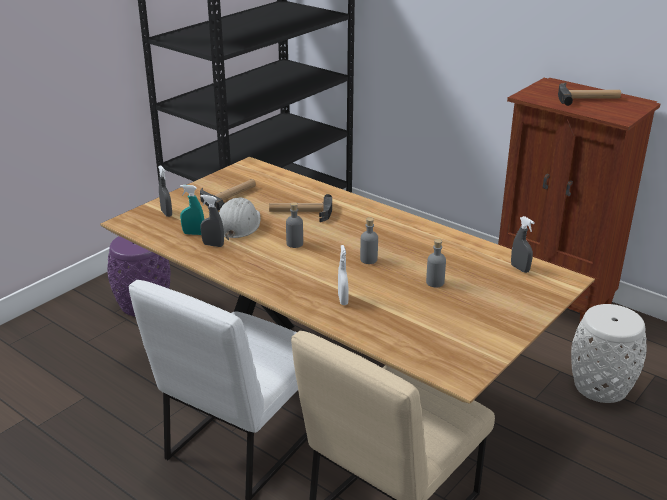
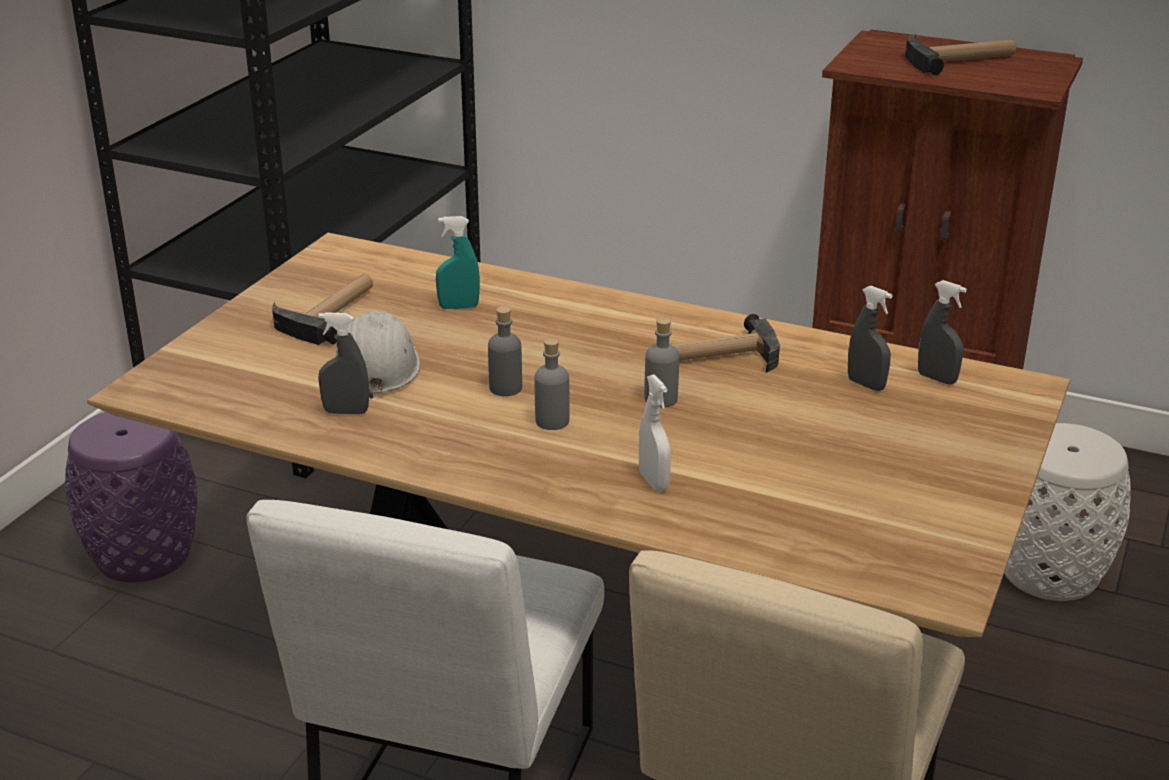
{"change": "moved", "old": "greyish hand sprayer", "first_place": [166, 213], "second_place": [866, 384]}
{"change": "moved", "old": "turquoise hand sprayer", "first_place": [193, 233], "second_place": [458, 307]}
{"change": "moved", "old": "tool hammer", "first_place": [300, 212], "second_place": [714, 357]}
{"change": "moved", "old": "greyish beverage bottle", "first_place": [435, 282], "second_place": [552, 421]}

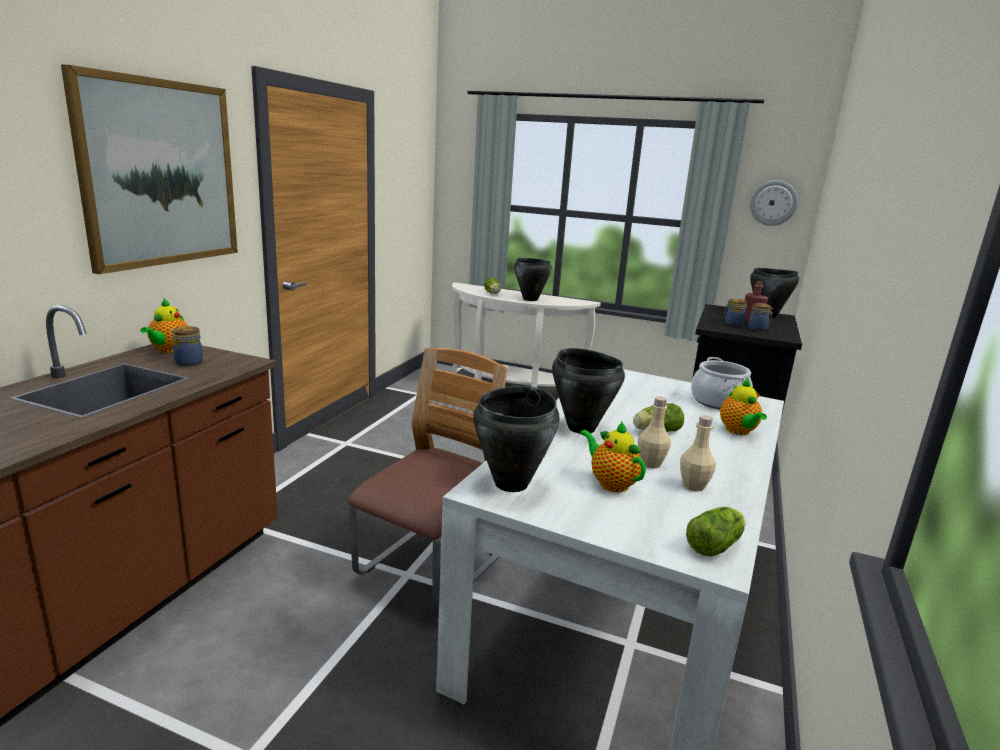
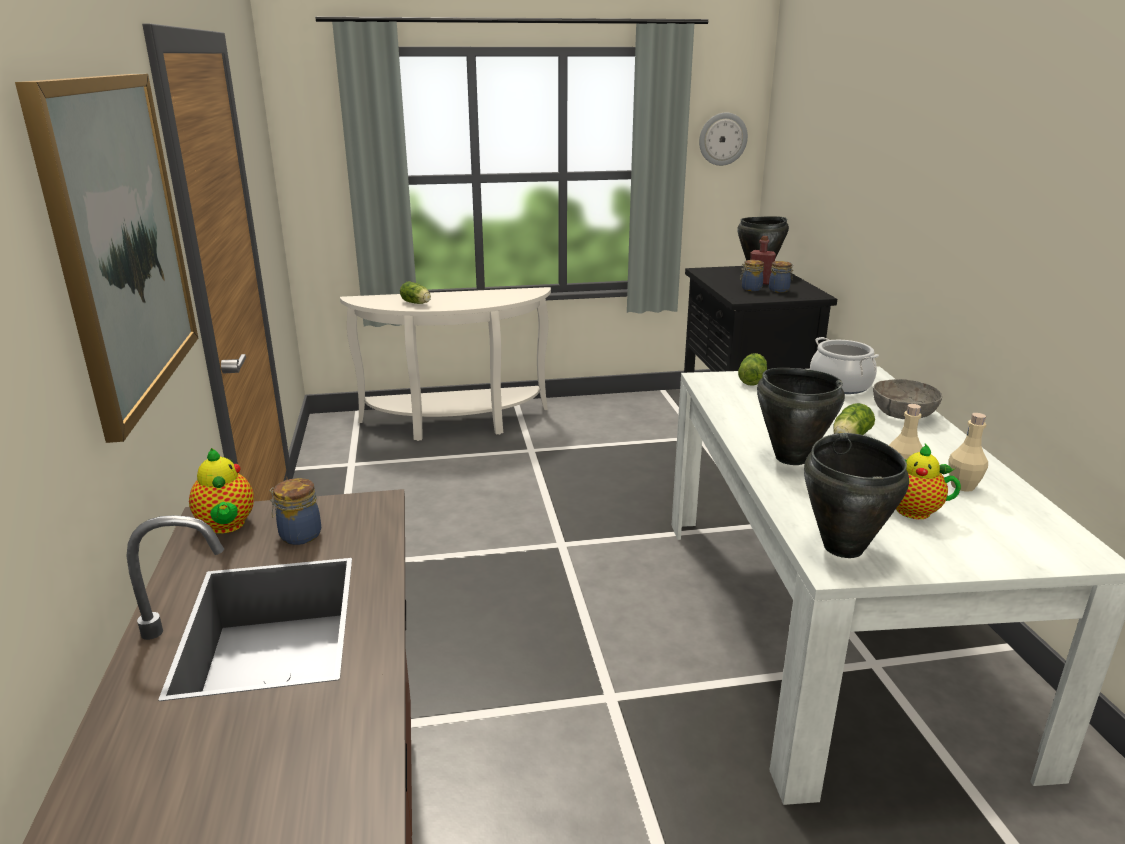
{"change": "removed", "old": "chair", "first_place": [429, 568]}
{"change": "removed", "old": "black cooking pot", "first_place": [530, 299]}
{"change": "moved", "old": "head of lettuce", "first_place": [716, 545], "second_place": [752, 379]}
{"change": "replaced", "old": "teapot", "new": "greyish deep dish", "first_place": [738, 431], "second_place": [902, 413]}

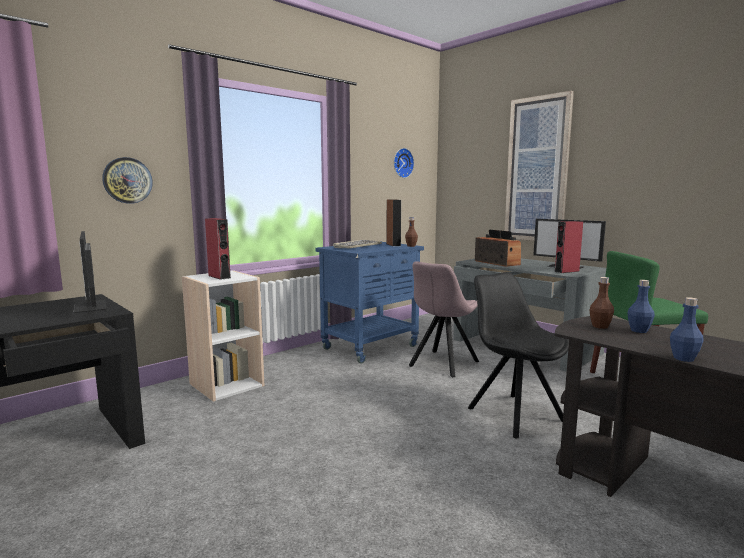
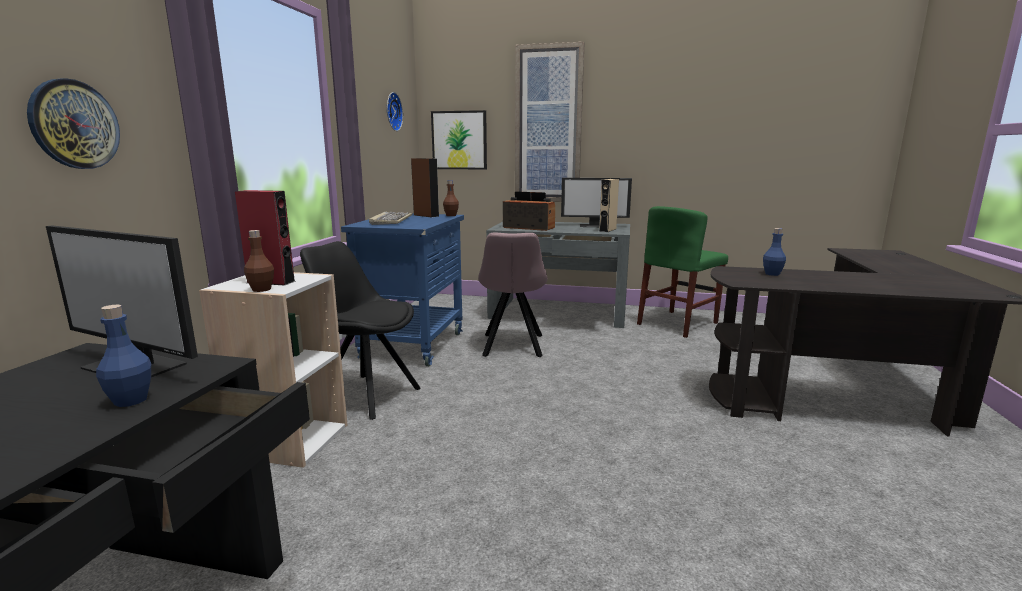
{"change": "moved", "old": "black chair", "first_place": [514, 414], "second_place": [367, 395]}
{"change": "recoloured", "old": "reddish loudspeaker", "new": "sand-coloured loudspeaker", "first_place": [566, 271], "second_place": [607, 230]}
{"change": "moved", "old": "brown beverage bottle", "first_place": [600, 326], "second_place": [261, 289]}
{"change": "moved", "old": "blue beverage bottle", "first_place": [683, 358], "second_place": [131, 400]}
{"change": "added", "new": "picture", "second_place": [459, 140]}

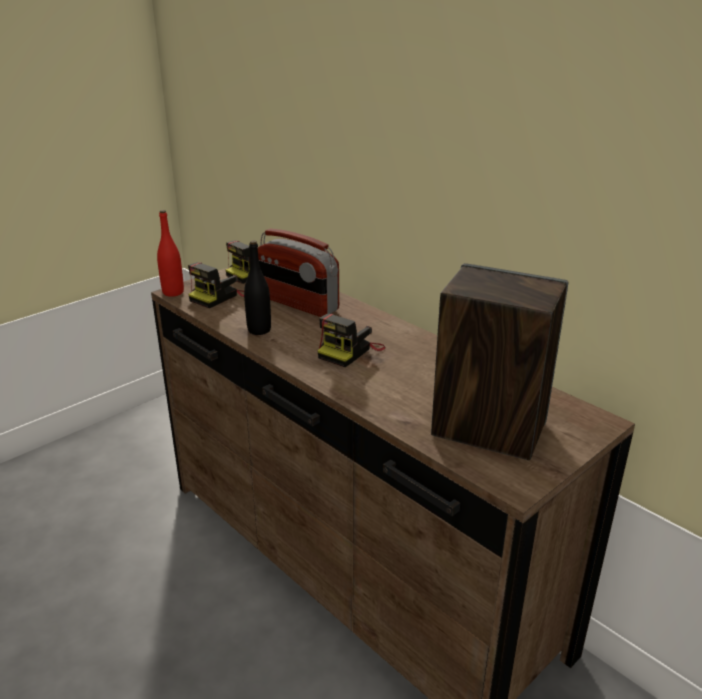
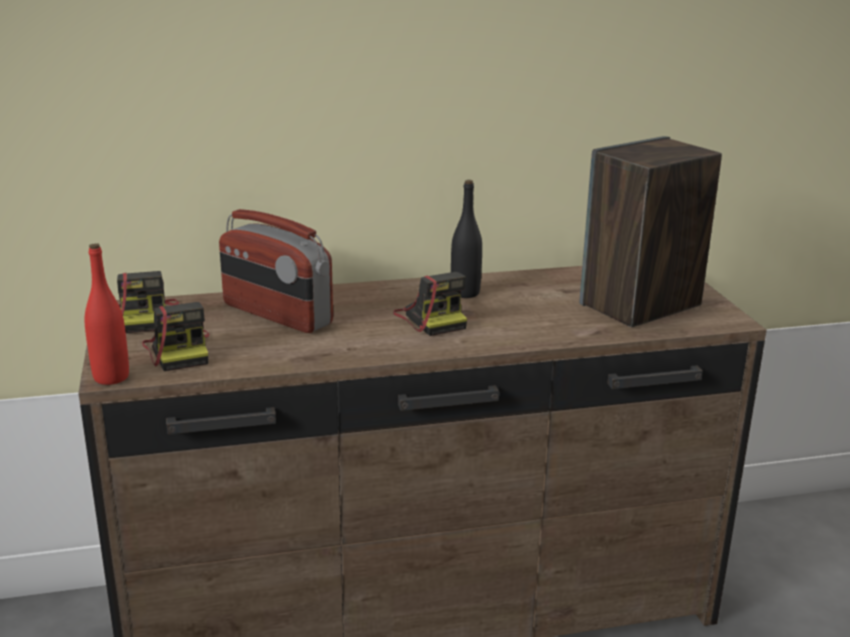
{"change": "moved", "old": "black beverage bottle", "first_place": [259, 330], "second_place": [465, 293]}
{"change": "turned", "old": "radio set", "first_place": [297, 304], "second_place": [276, 315], "degrees": 60}

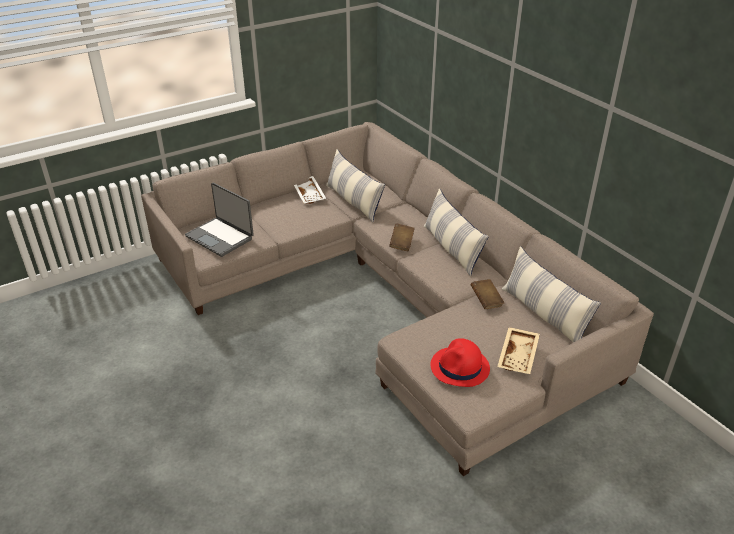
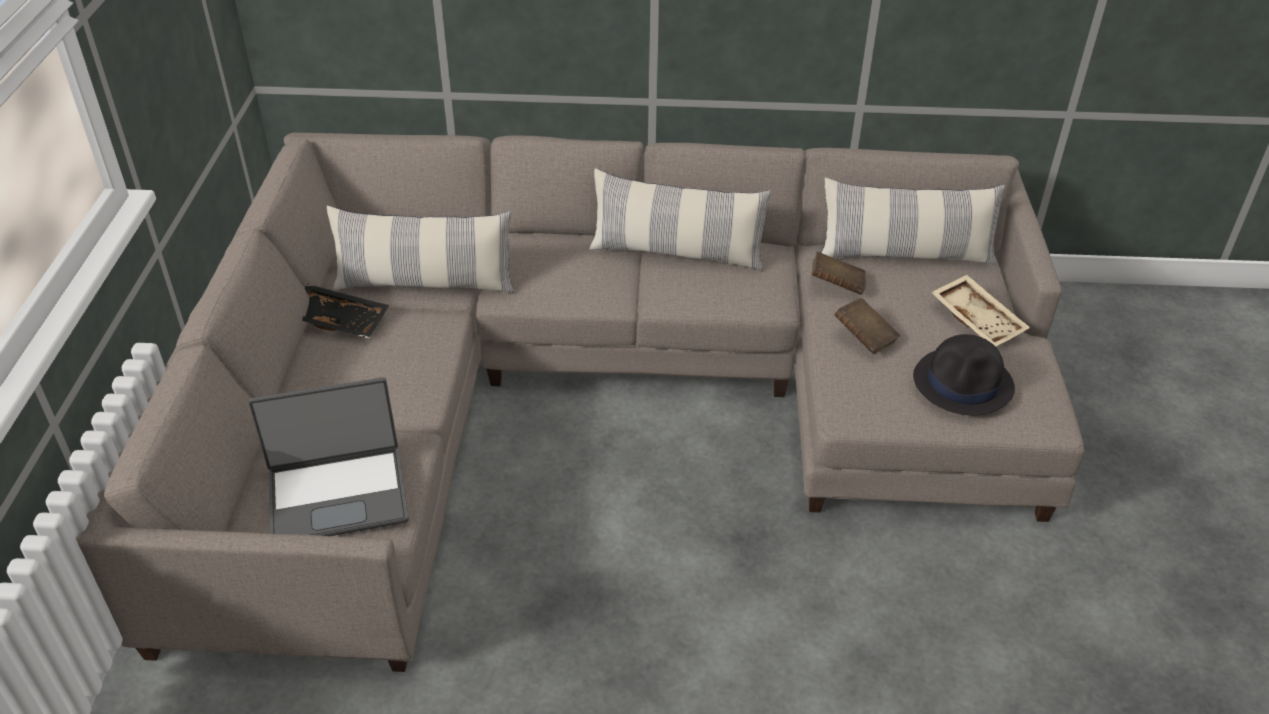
{"change": "recoloured", "old": "white-coloured tray", "new": "black tray", "first_place": [309, 194], "second_place": [340, 319]}
{"change": "moved", "old": "brown bound book", "first_place": [401, 243], "second_place": [864, 338]}
{"change": "recoloured", "old": "reddish wearable hat", "new": "black wearable hat", "first_place": [460, 368], "second_place": [964, 383]}

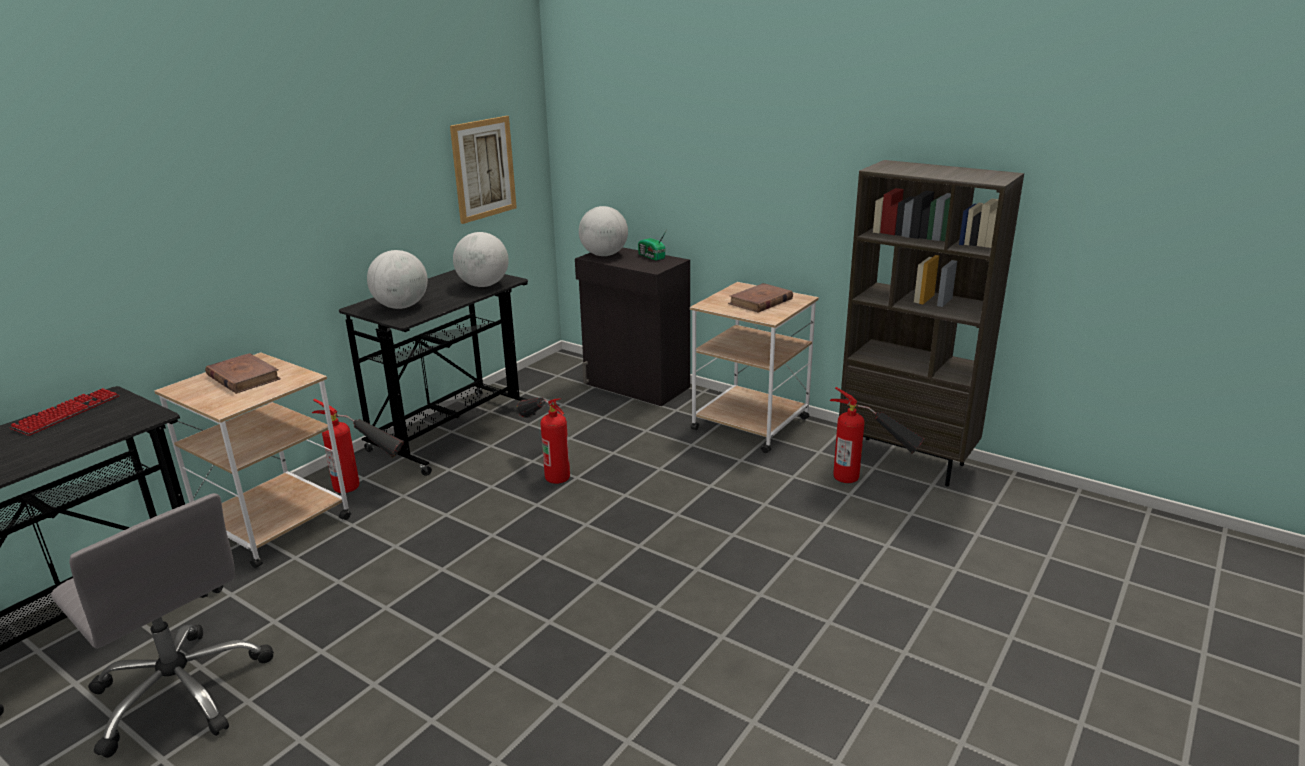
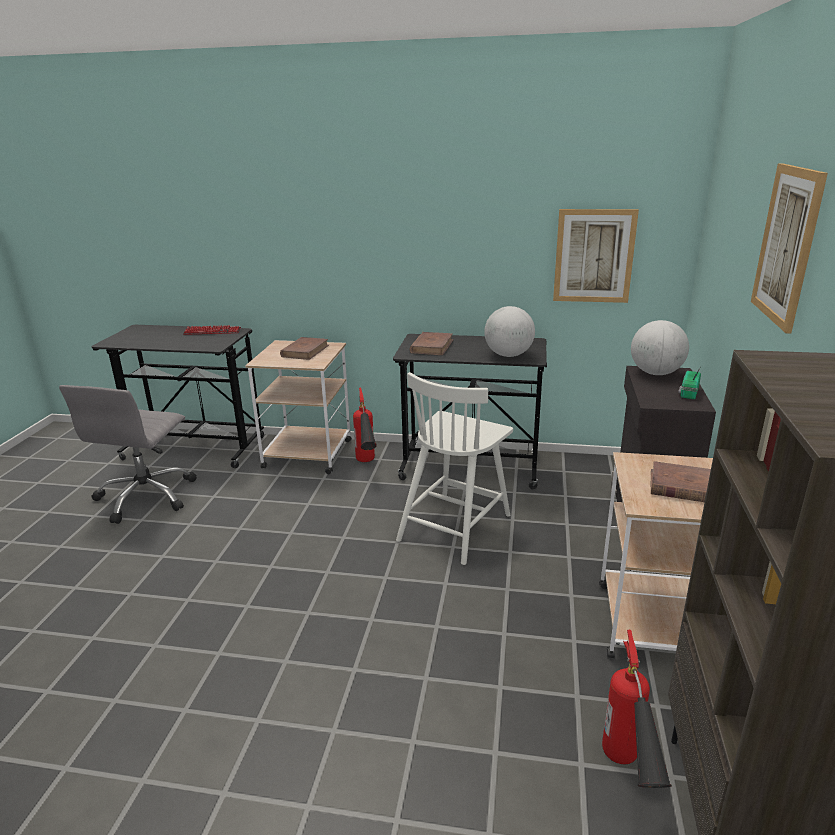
{"change": "replaced", "old": "world globe", "new": "brown bound book", "first_place": [401, 307], "second_place": [432, 346]}
{"change": "replaced", "old": "fire extinguisher", "new": "white-coloured chair", "first_place": [546, 467], "second_place": [455, 526]}
{"change": "added", "new": "picture", "second_place": [787, 245]}

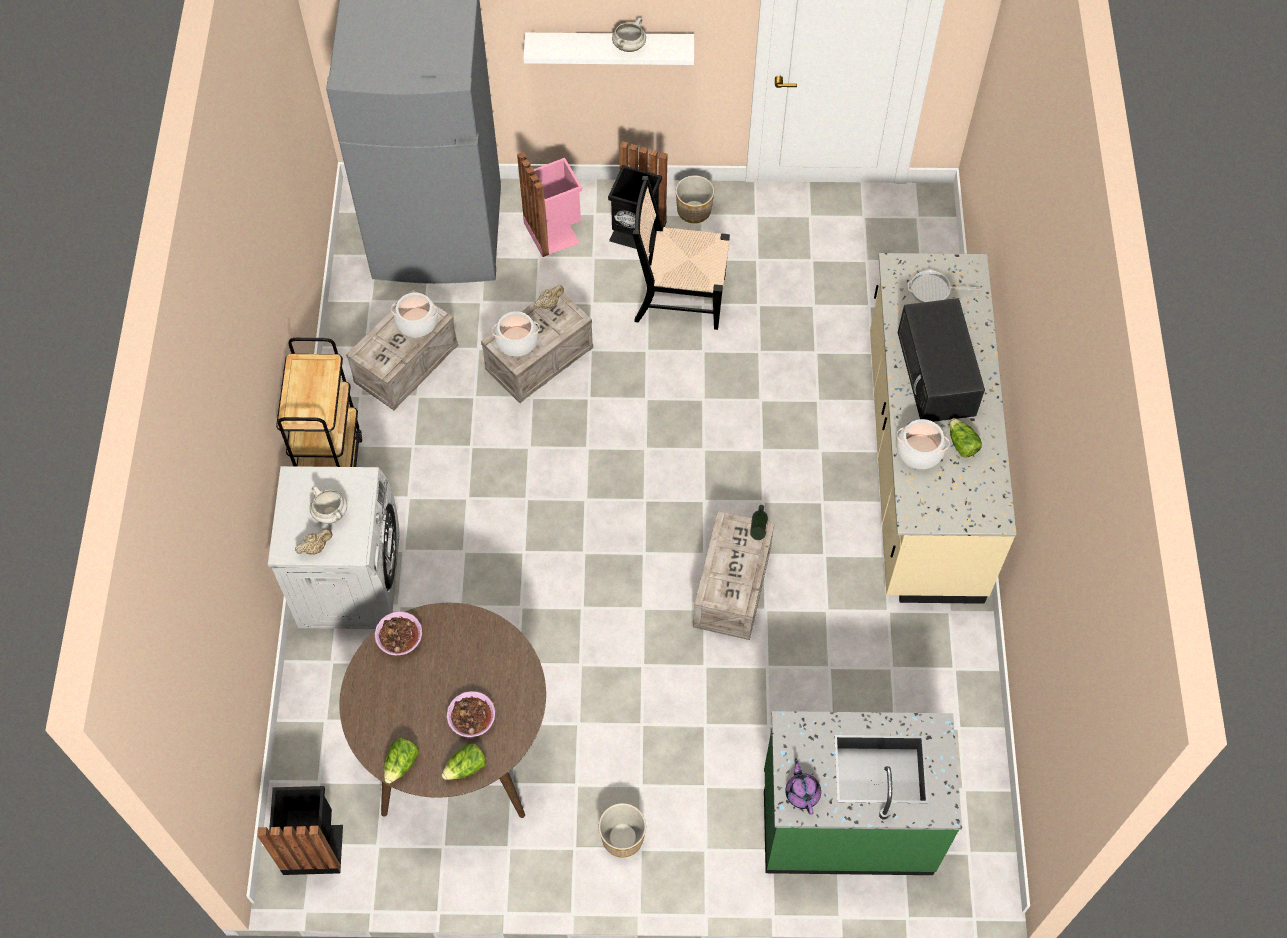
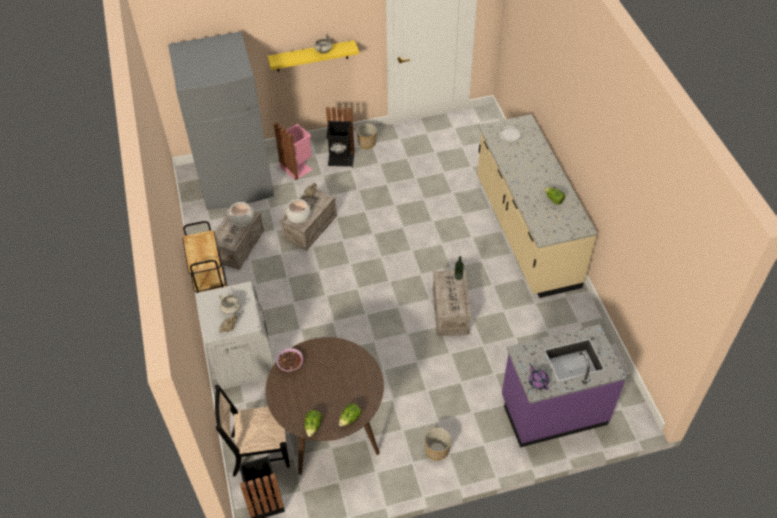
{"change": "removed", "old": "deep dish", "first_place": [471, 718]}
{"change": "recoloured", "old": "white-coloured shelf", "new": "yellow-coloured shelf", "first_place": [609, 47], "second_place": [312, 56]}
{"change": "moved", "old": "chair", "first_place": [679, 298], "second_place": [260, 451]}
{"change": "recoloured", "old": "greenish counter", "new": "purple-coloured counter", "first_place": [846, 821], "second_place": [553, 410]}
{"change": "removed", "old": "cooking pot", "first_place": [919, 451]}
{"change": "removed", "old": "black microwave oven", "first_place": [937, 375]}

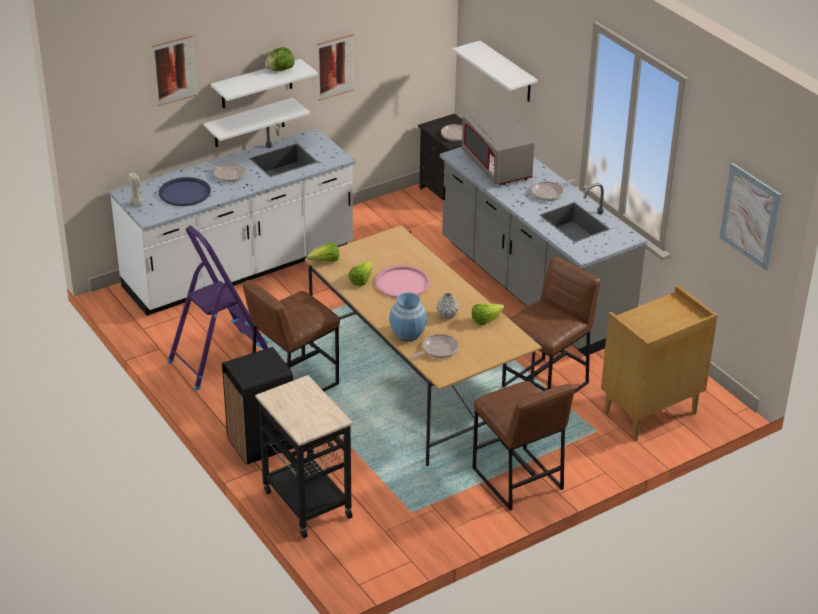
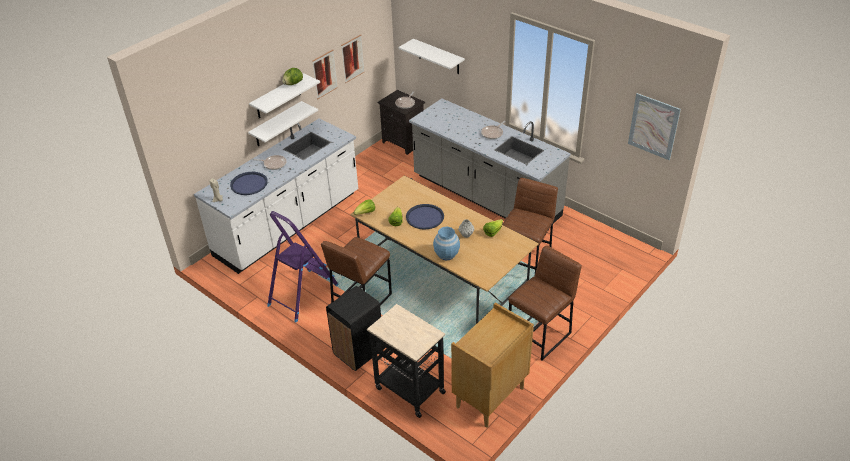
{"change": "moved", "old": "picture", "first_place": [174, 70], "second_place": [352, 58]}
{"change": "recoloured", "old": "pink-coloured tray", "new": "blue tray", "first_place": [402, 283], "second_place": [425, 217]}
{"change": "removed", "old": "frying pan", "first_place": [438, 350]}
{"change": "removed", "old": "greyish microwave oven", "first_place": [496, 166]}
{"change": "turned", "old": "brown chair", "first_place": [518, 479], "second_place": [540, 335], "degrees": -90}
{"change": "moved", "old": "brown cabinet", "first_place": [649, 413], "second_place": [489, 398]}

